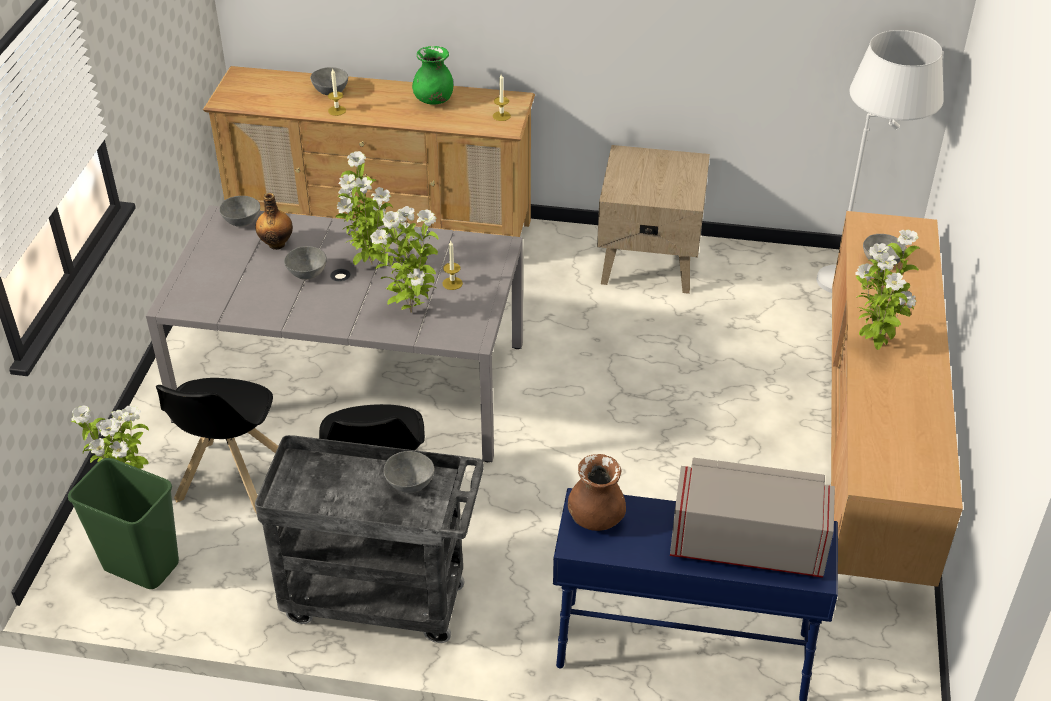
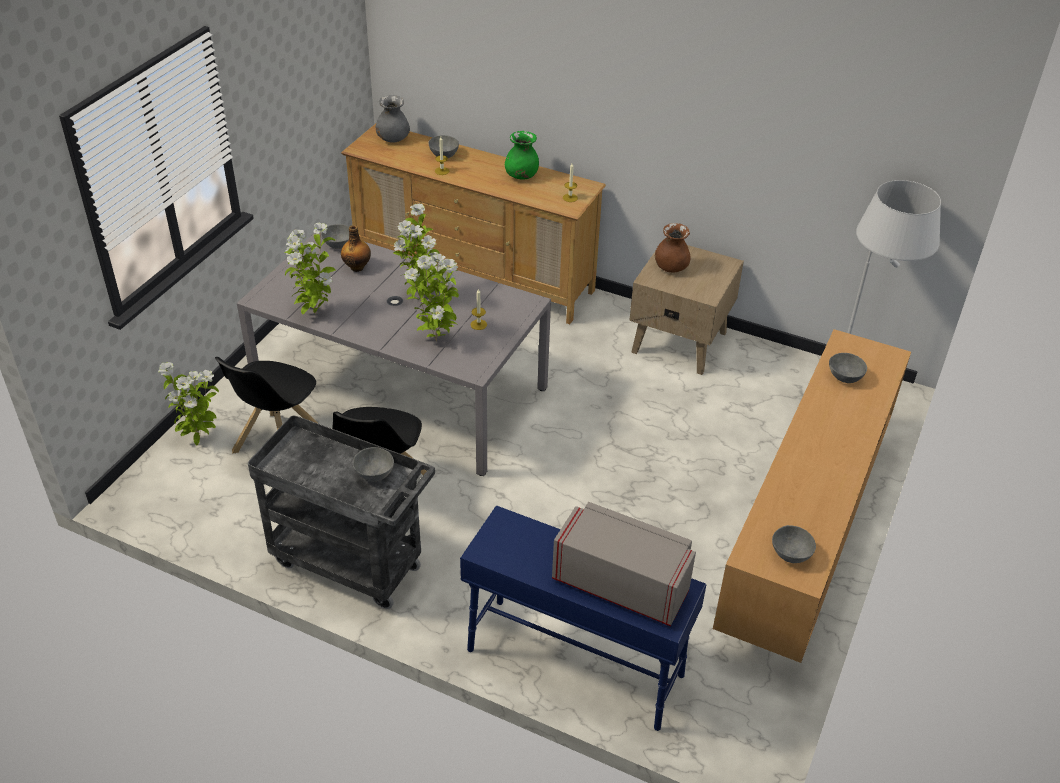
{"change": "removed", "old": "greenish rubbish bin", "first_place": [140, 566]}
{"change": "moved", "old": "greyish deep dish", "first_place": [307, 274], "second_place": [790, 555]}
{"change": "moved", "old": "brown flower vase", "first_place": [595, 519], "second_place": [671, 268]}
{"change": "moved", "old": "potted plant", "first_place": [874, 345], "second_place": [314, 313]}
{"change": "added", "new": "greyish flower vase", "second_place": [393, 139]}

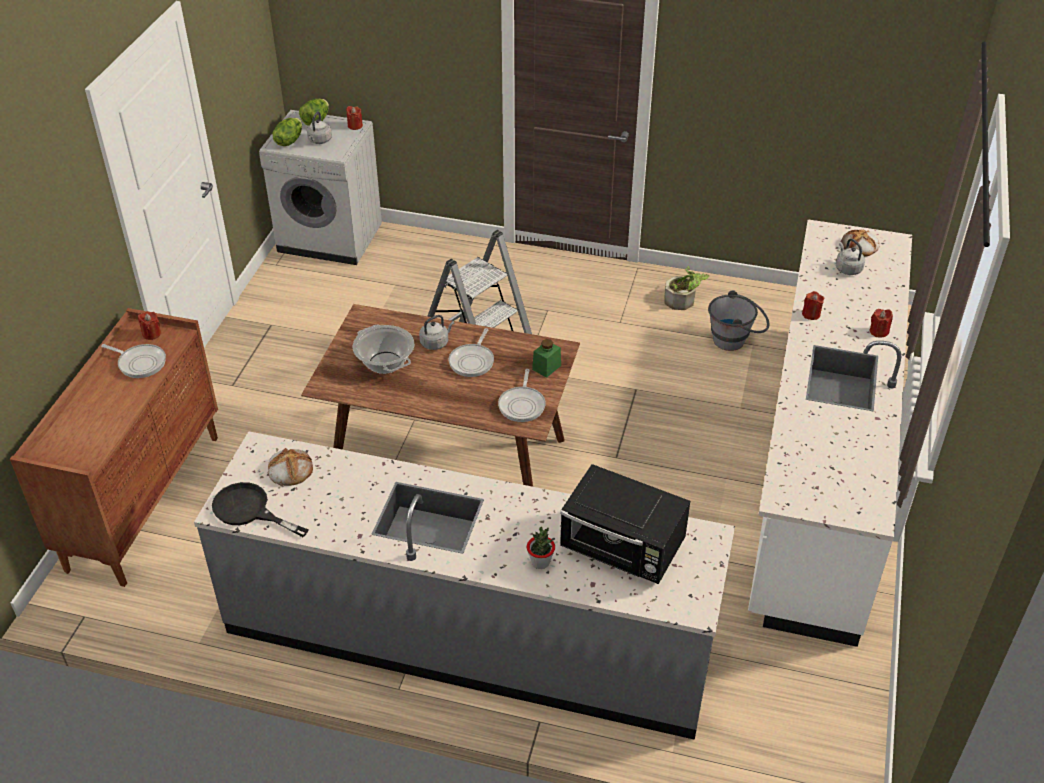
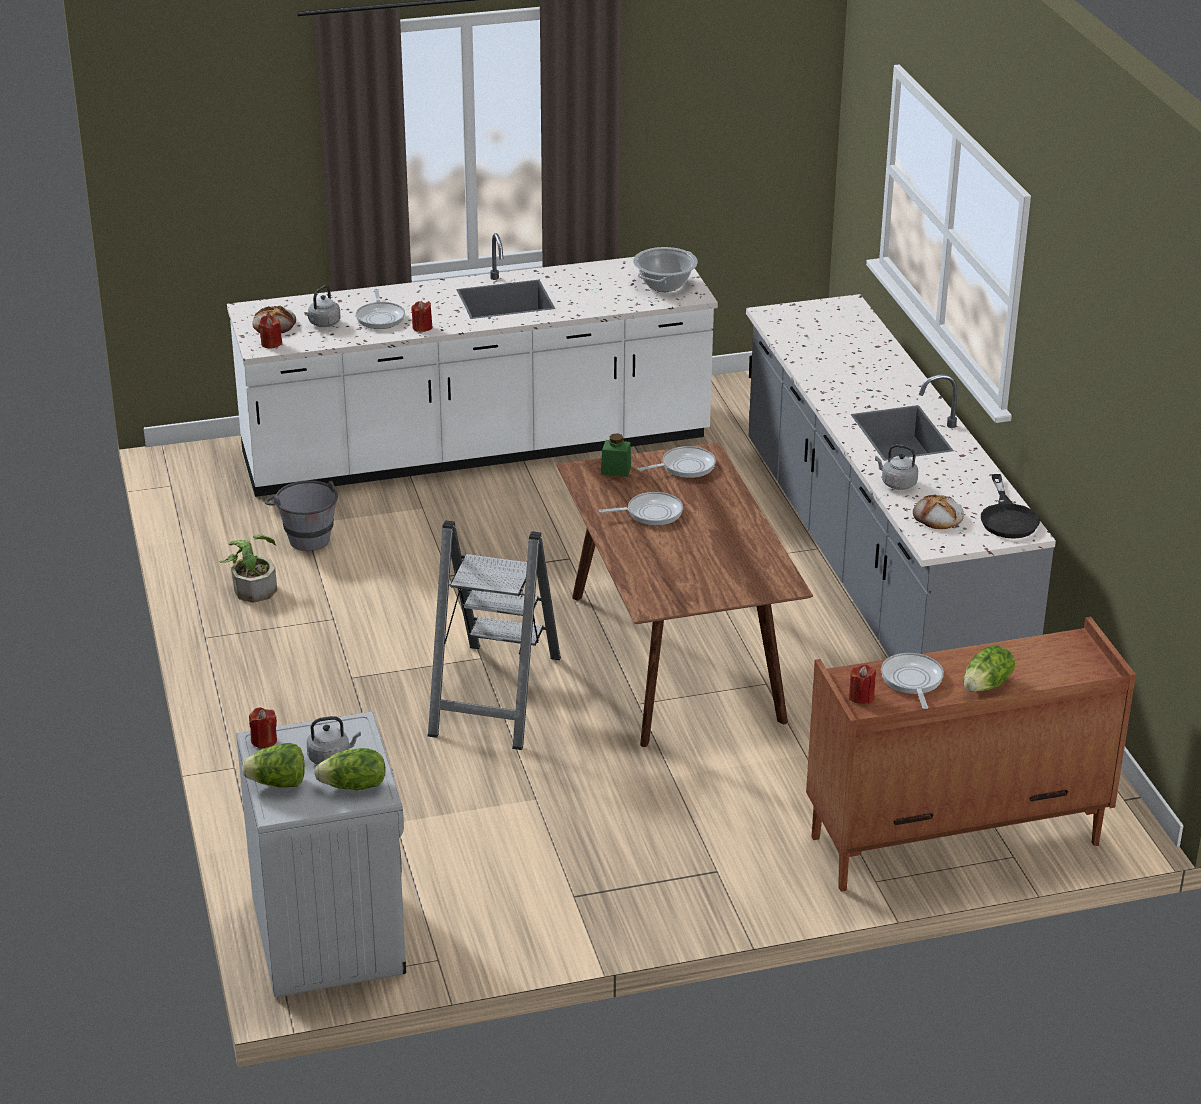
{"change": "moved", "old": "cooking pot", "first_place": [384, 363], "second_place": [664, 284]}
{"change": "moved", "old": "greyish water kettle", "first_place": [435, 343], "second_place": [897, 483]}
{"change": "removed", "old": "potted plant", "first_place": [540, 562]}
{"change": "removed", "old": "black microwave oven", "first_place": [623, 549]}
{"change": "moved", "old": "reddish wax candle", "first_place": [878, 331], "second_place": [271, 343]}
{"change": "added", "new": "frying pan", "second_place": [380, 317]}
{"change": "added", "new": "head of lettuce", "second_place": [987, 685]}

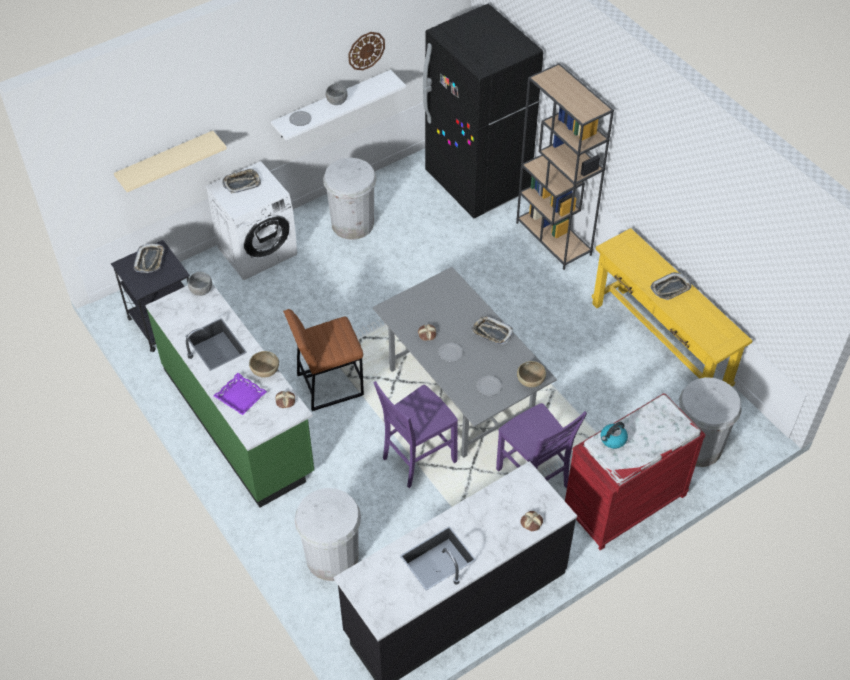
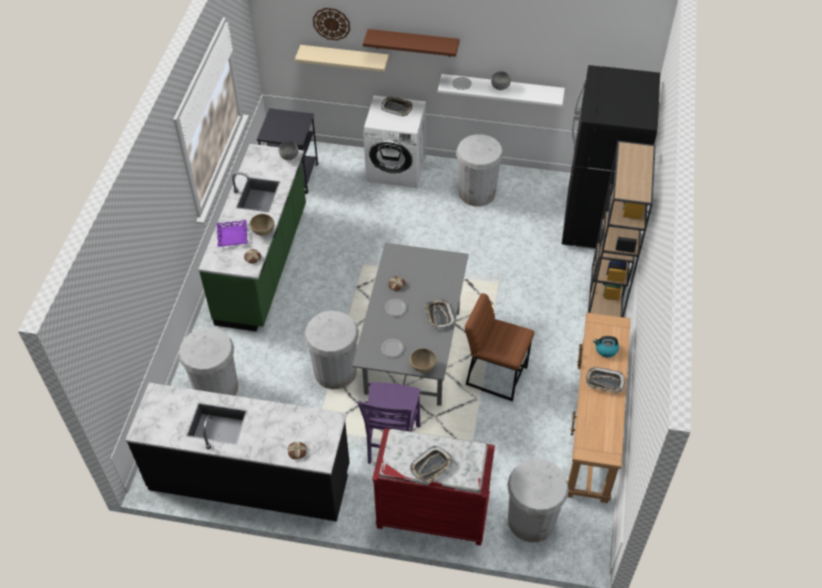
{"change": "moved", "old": "tray", "first_place": [150, 260], "second_place": [431, 466]}
{"change": "moved", "old": "brown stool", "first_place": [328, 385], "second_place": [495, 375]}
{"change": "moved", "old": "hanging clock", "first_place": [366, 50], "second_place": [331, 23]}
{"change": "replaced", "old": "purple-coloured chair", "new": "white-coloured rubbish bin", "first_place": [417, 459], "second_place": [335, 371]}
{"change": "recoloured", "old": "yellow-coloured narrow table", "new": "brown narrow table", "first_place": [659, 346], "second_place": [591, 429]}
{"change": "moved", "old": "water kettle", "first_place": [613, 440], "second_place": [606, 350]}
{"change": "added", "new": "brown shelf", "second_place": [413, 43]}

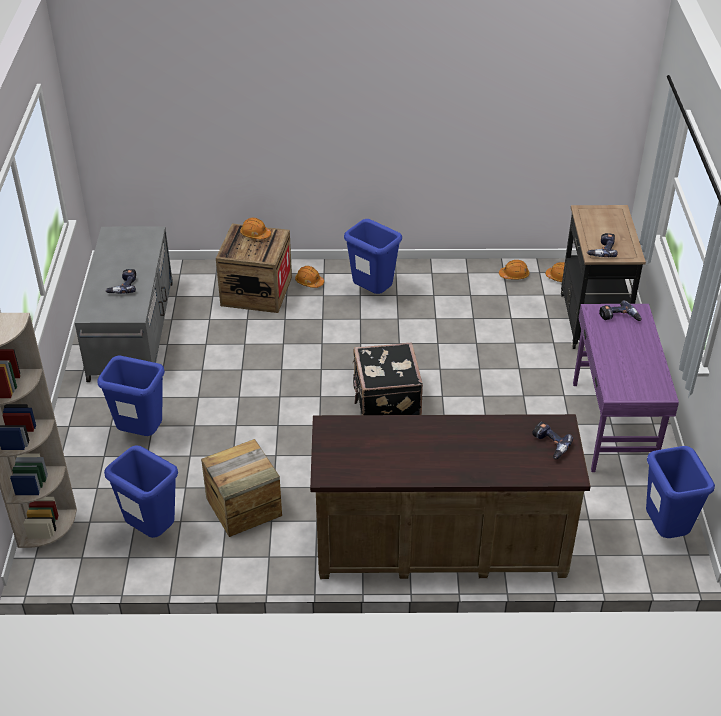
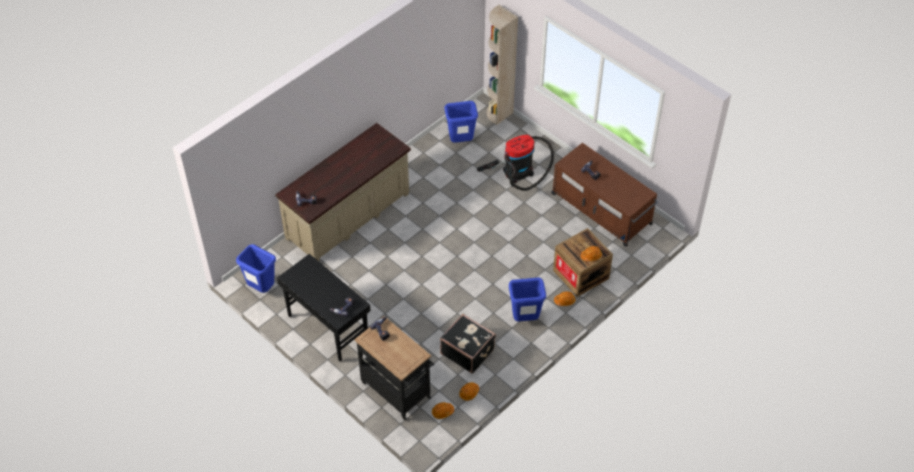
{"change": "recoloured", "old": "greyish cabinet", "new": "brown cabinet", "first_place": [132, 330], "second_place": [601, 209]}
{"change": "replaced", "old": "blue rubbish bin", "new": "vacuum", "first_place": [141, 434], "second_place": [520, 170]}
{"change": "removed", "old": "crate", "first_place": [243, 507]}
{"change": "moved", "old": "black travel case", "first_place": [385, 400], "second_place": [467, 351]}
{"change": "recoloured", "old": "purple-coloured narrow table", "new": "black narrow table", "first_place": [613, 427], "second_place": [327, 327]}

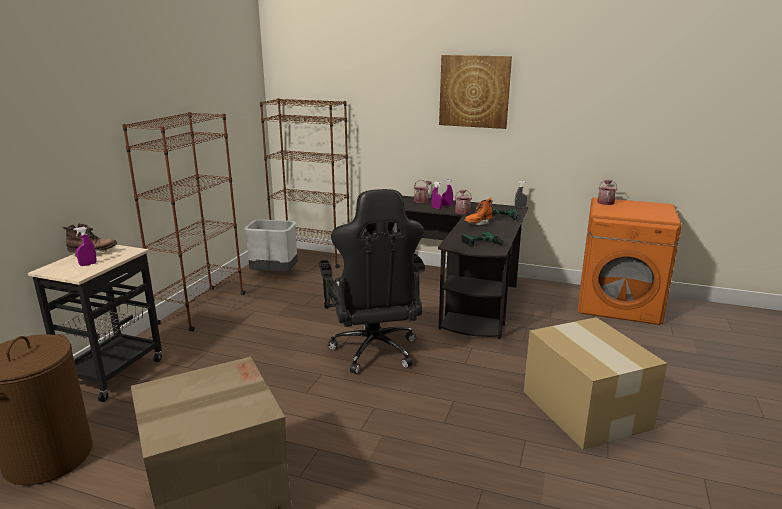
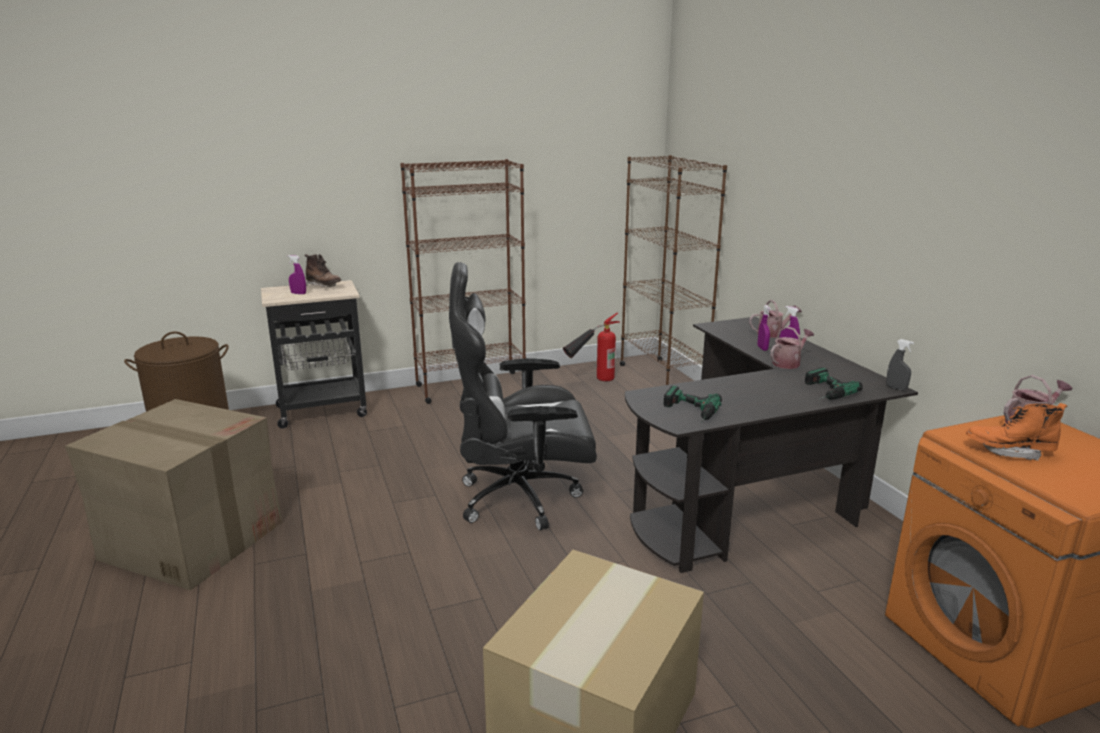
{"change": "replaced", "old": "greyish rubbish bin", "new": "fire extinguisher", "first_place": [275, 274], "second_place": [591, 381]}
{"change": "turned", "old": "black computer chair", "first_place": [373, 348], "second_place": [526, 498], "degrees": 45}
{"change": "removed", "old": "picture", "first_place": [474, 91]}
{"change": "moved", "old": "orangey boot", "first_place": [478, 223], "second_place": [1009, 452]}

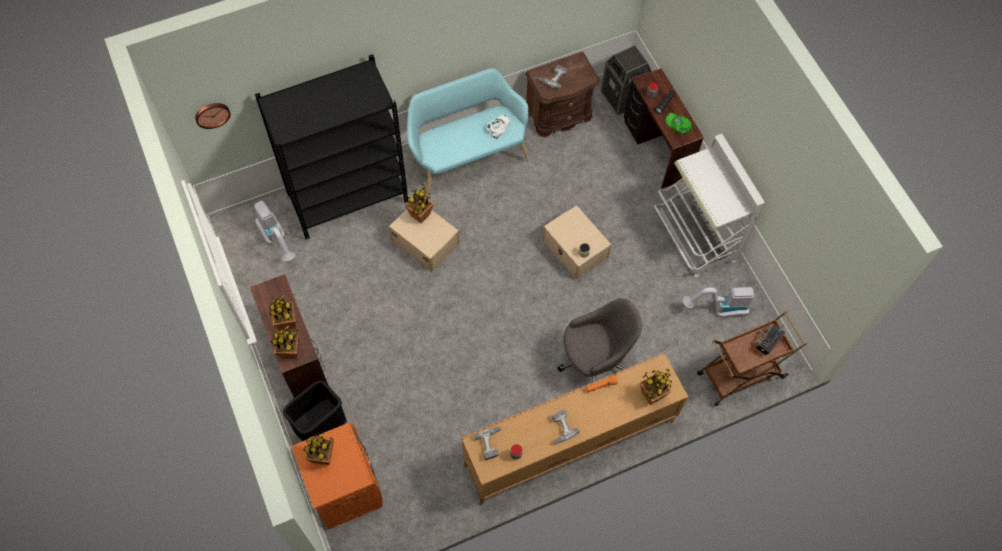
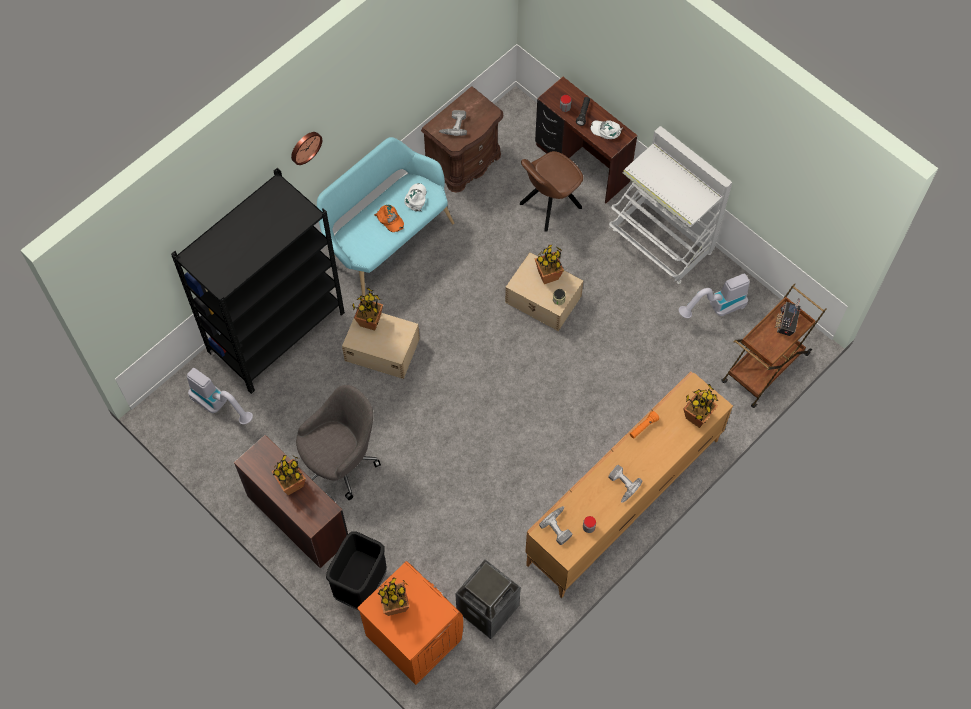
{"change": "moved", "old": "hanging clock", "first_place": [212, 114], "second_place": [305, 147]}
{"change": "moved", "old": "potted plant", "first_place": [290, 351], "second_place": [548, 275]}
{"change": "moved", "old": "greyish computer chair", "first_place": [593, 361], "second_place": [341, 462]}
{"change": "moved", "old": "rubbish bin", "first_place": [623, 97], "second_place": [488, 609]}
{"change": "recoloured", "old": "greenish baseball cap", "new": "white-coloured baseball cap", "first_place": [678, 124], "second_place": [606, 130]}
{"change": "added", "new": "orangey baseball cap", "second_place": [390, 220]}
{"change": "added", "new": "brown chair", "second_place": [549, 205]}

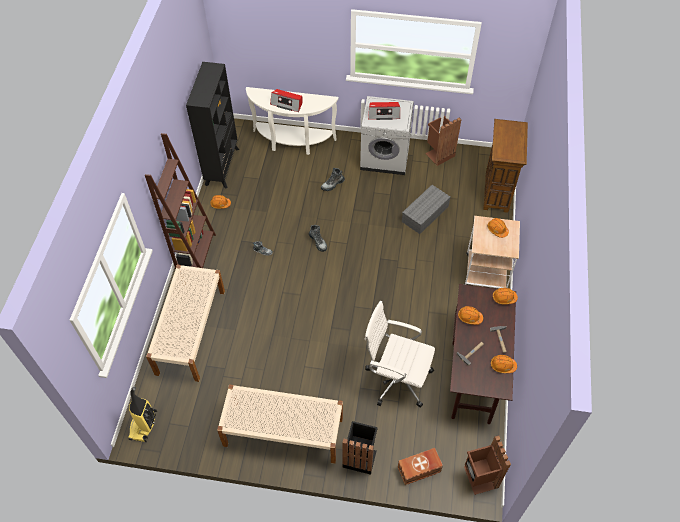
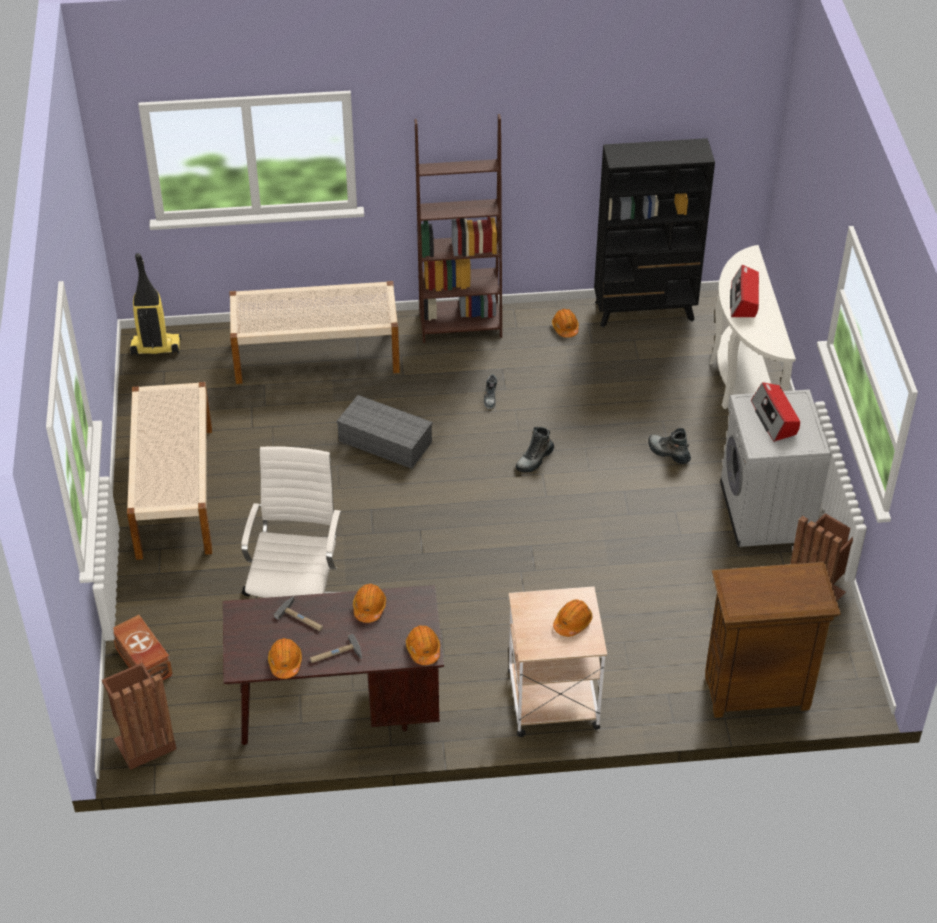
{"change": "removed", "old": "black rubbish bin", "first_place": [359, 457]}
{"change": "moved", "old": "greyish storage box", "first_place": [425, 214], "second_place": [383, 441]}

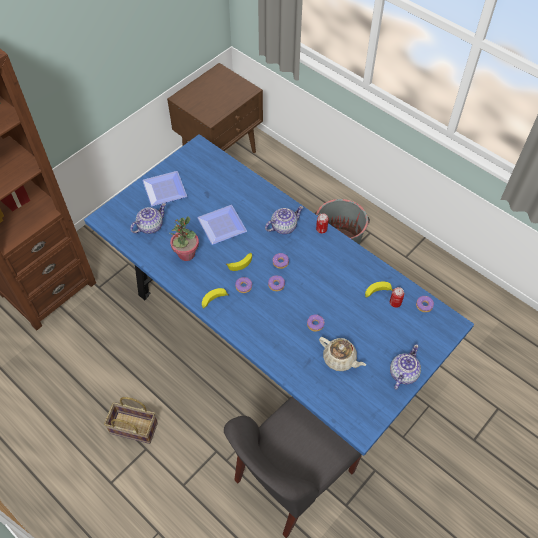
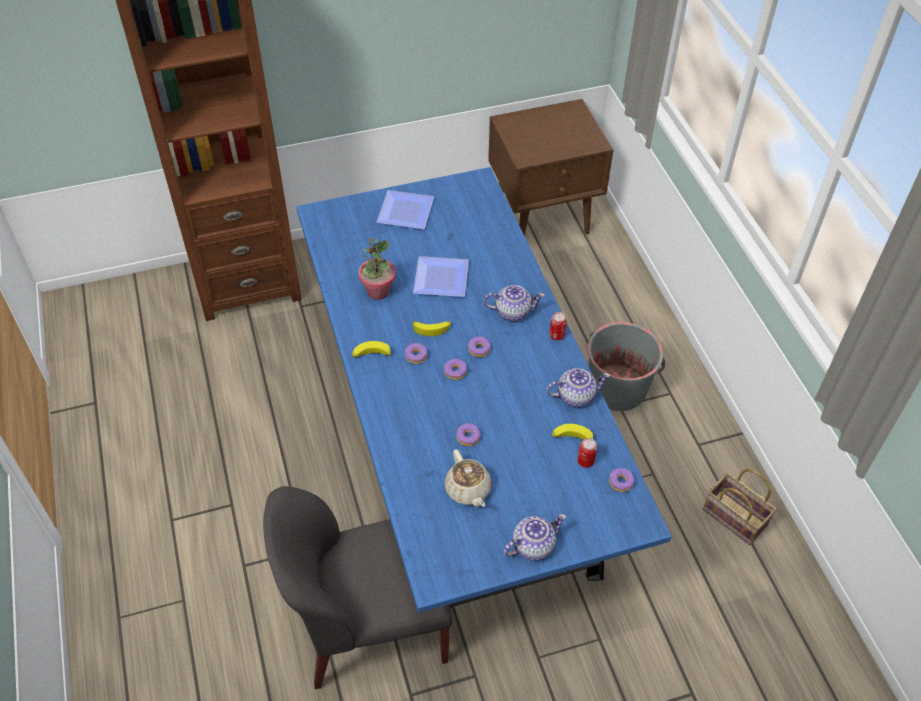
{"change": "moved", "old": "basket", "first_place": [132, 428], "second_place": [732, 517]}
{"change": "moved", "old": "teapot", "first_place": [150, 226], "second_place": [575, 396]}

